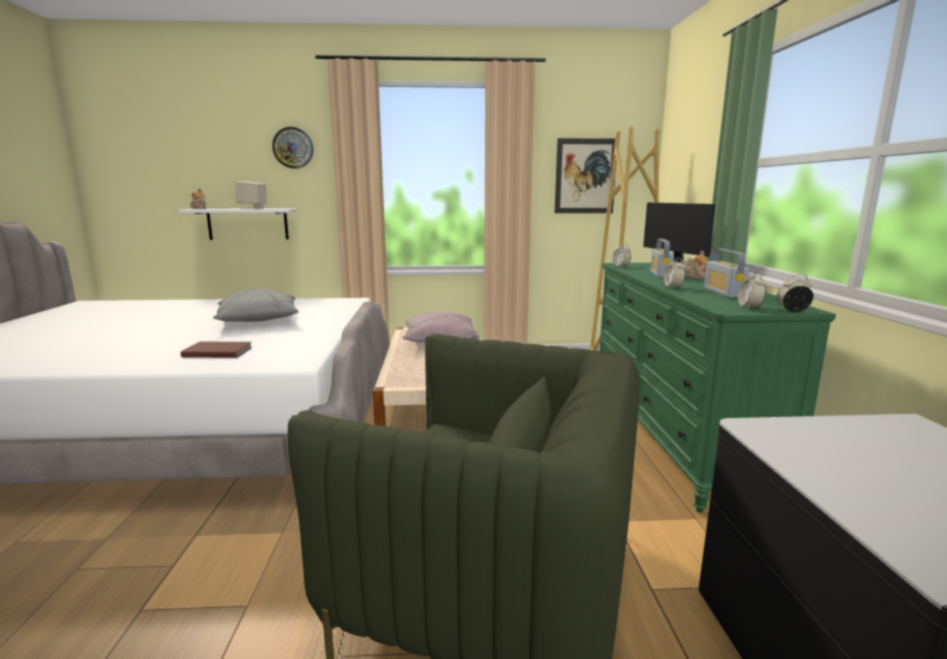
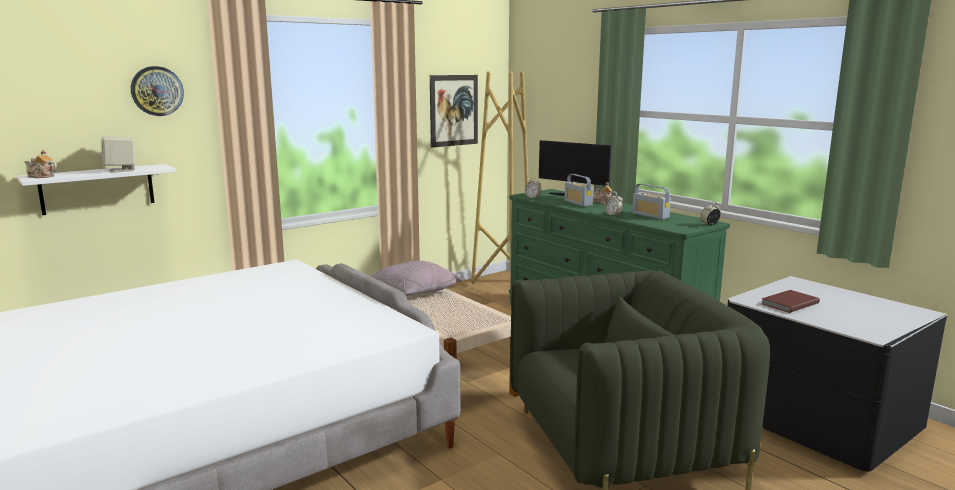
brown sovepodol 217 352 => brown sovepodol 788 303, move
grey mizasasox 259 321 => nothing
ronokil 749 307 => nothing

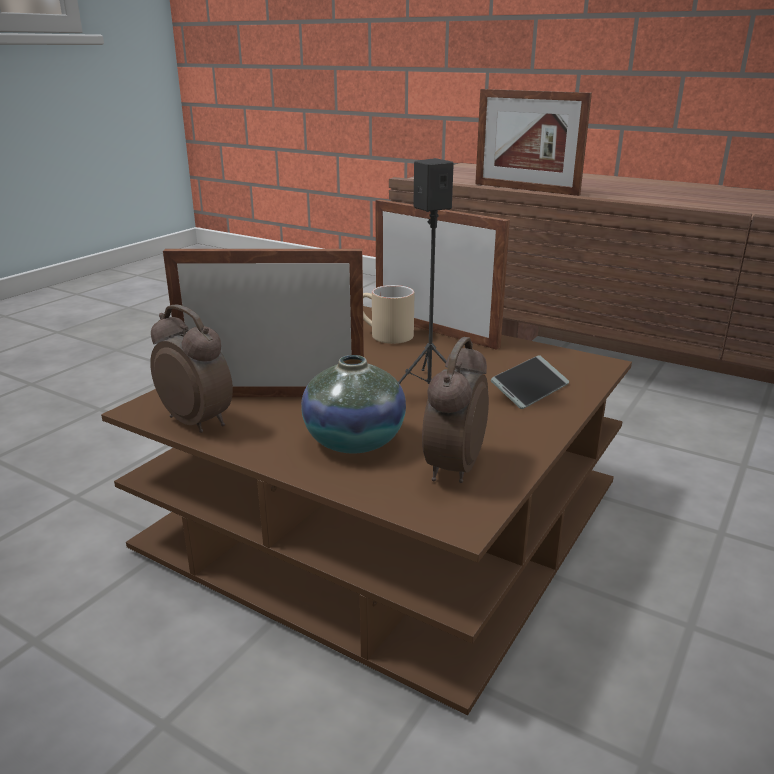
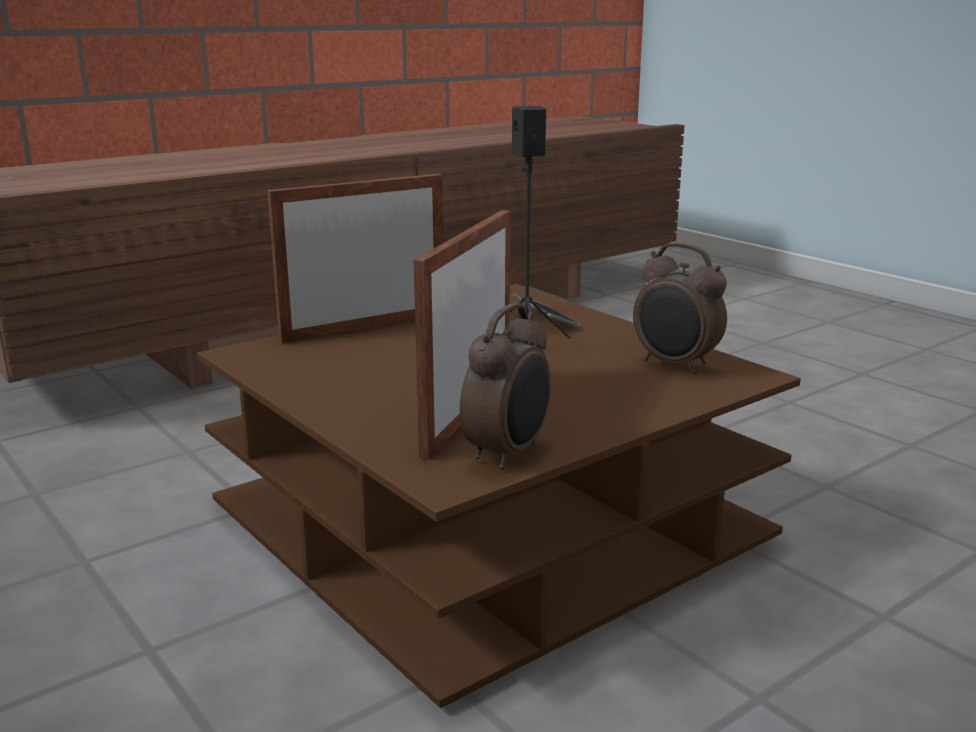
ronokil 198 421 => ronokil 509 454, 150 degrees clockwise
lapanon 354 441 => nothing
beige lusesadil 384 335 => nothing
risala 525 189 => nothing

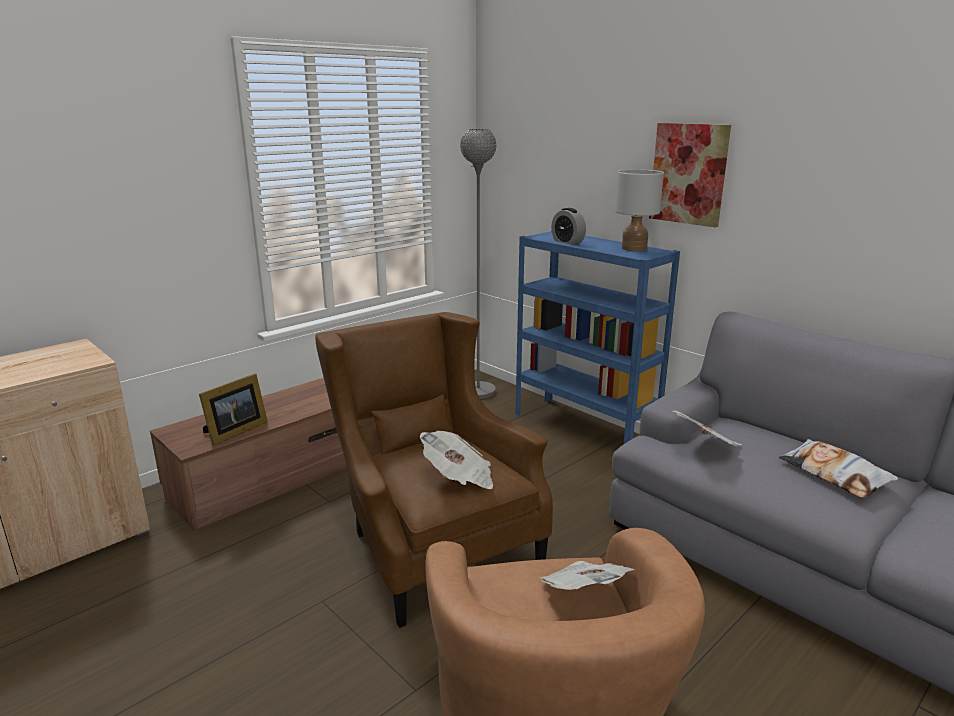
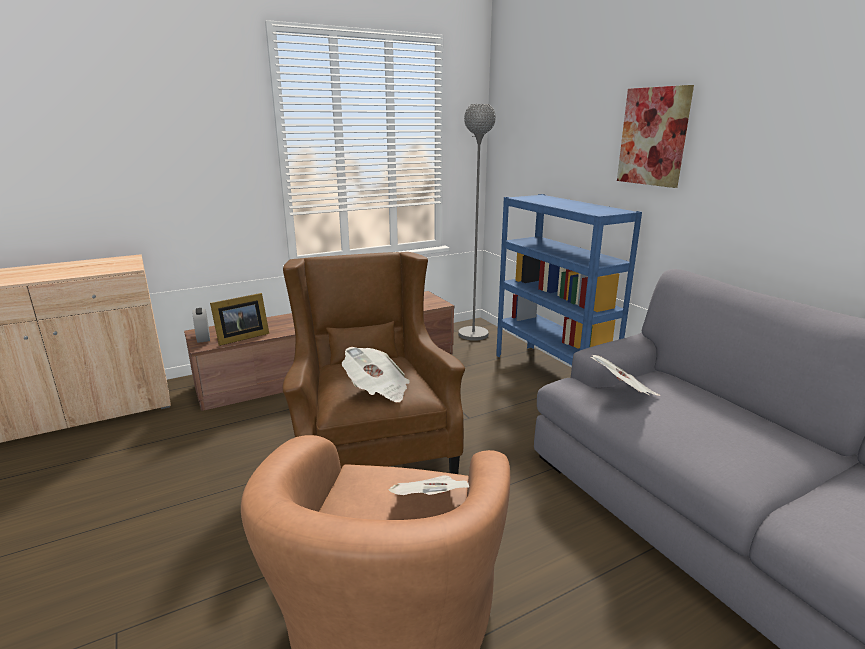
ronokil 567 242 => ronokil 203 338, move
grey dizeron 634 249 => nothing
mizasasox 834 474 => nothing

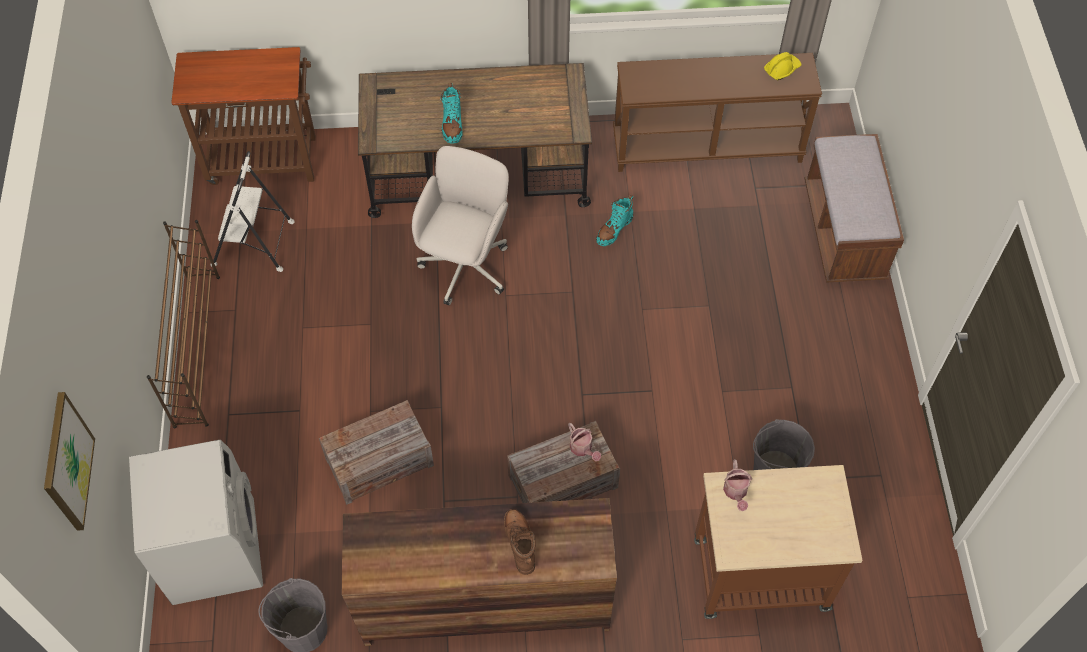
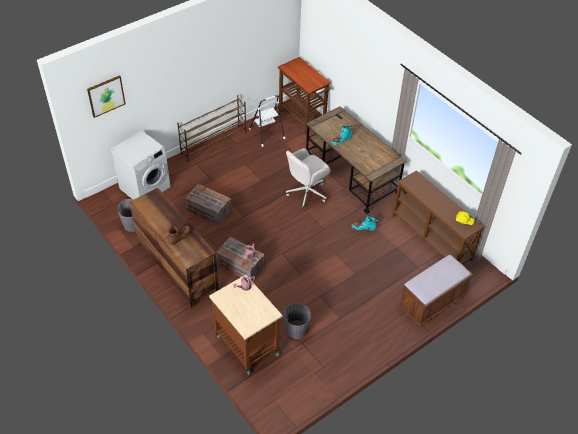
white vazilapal 465 268 => white vazilapal 307 193, 150 degrees clockwise

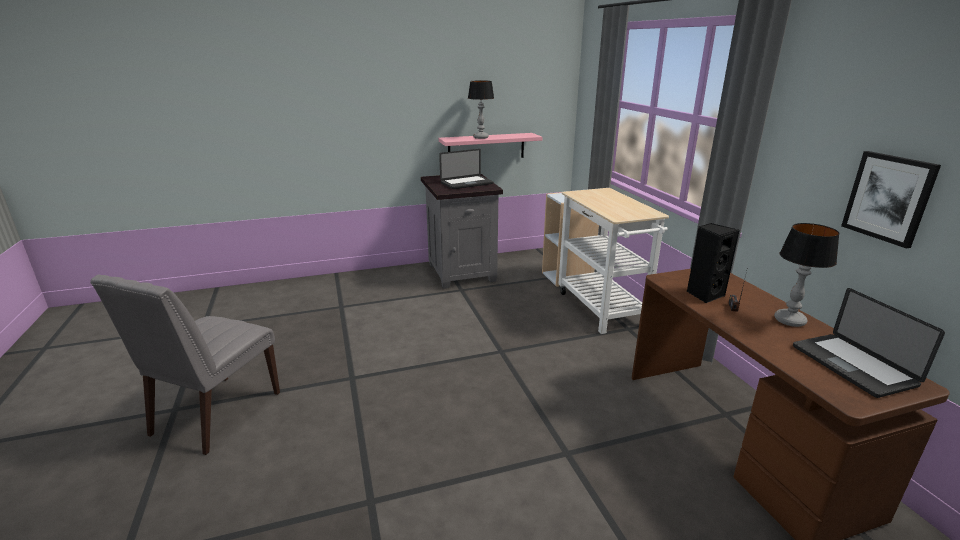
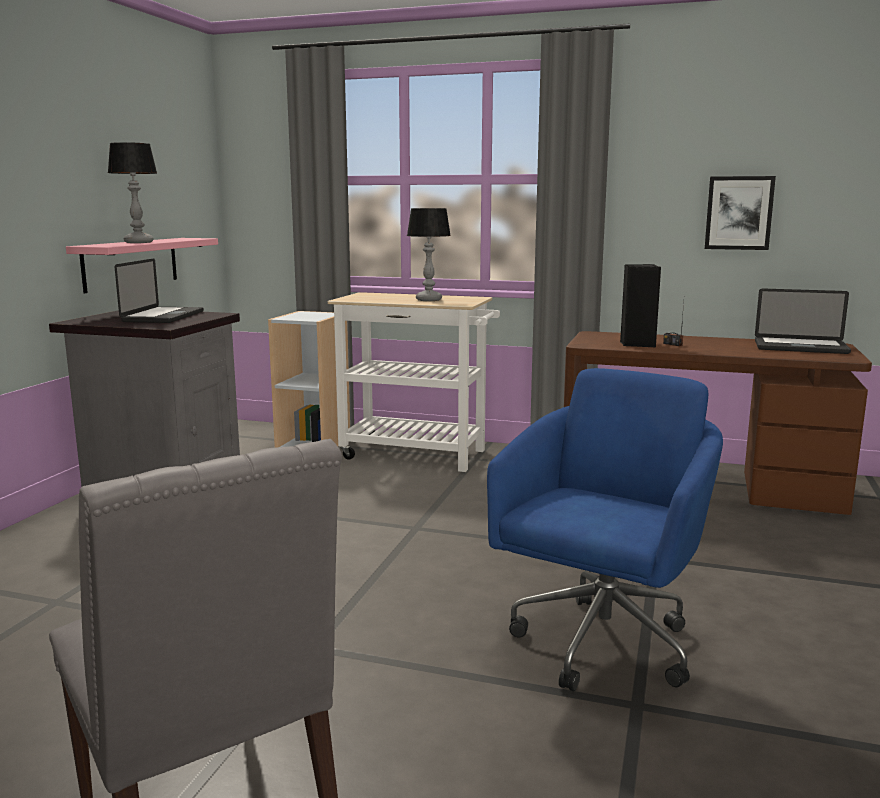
dizeron 789 321 => dizeron 429 300, move
nothing => blue vazilapal 599 650

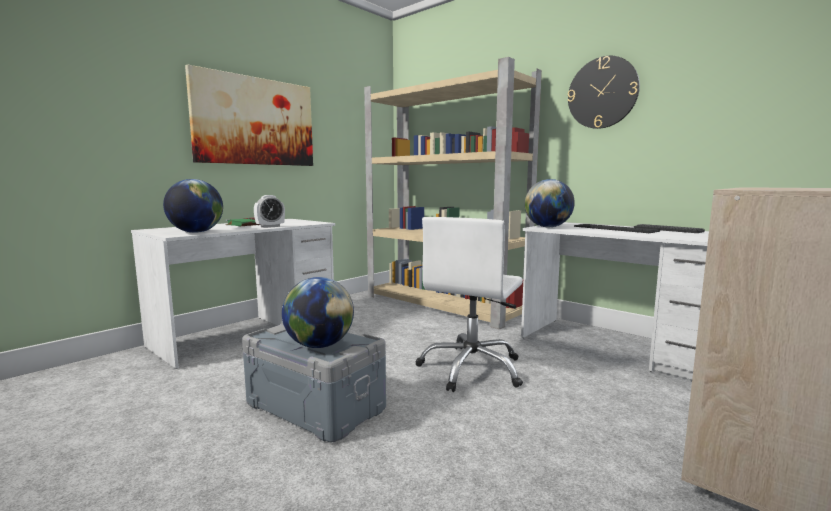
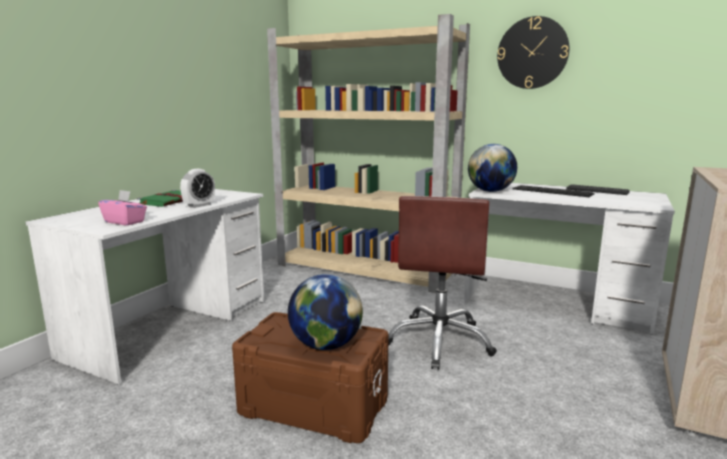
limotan 196 232 => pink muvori 125 222
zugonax 255 121 => nothing
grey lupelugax 316 406 => brown lupelugax 314 405
white vazilapal 472 369 => brown vazilapal 440 341

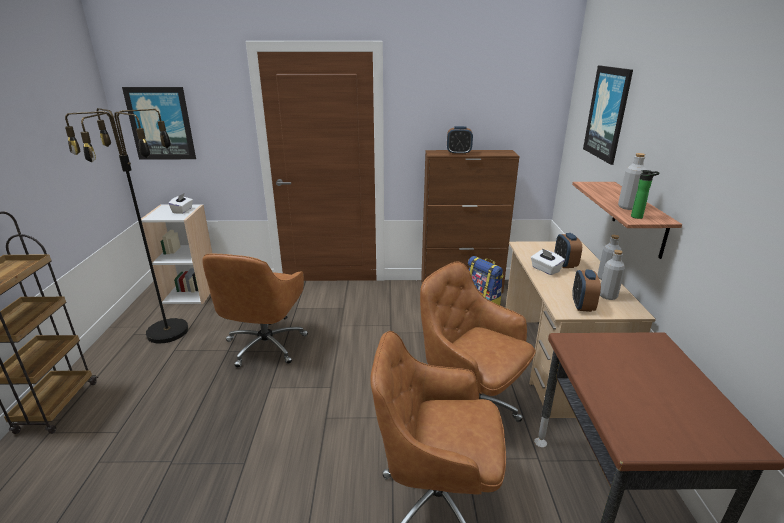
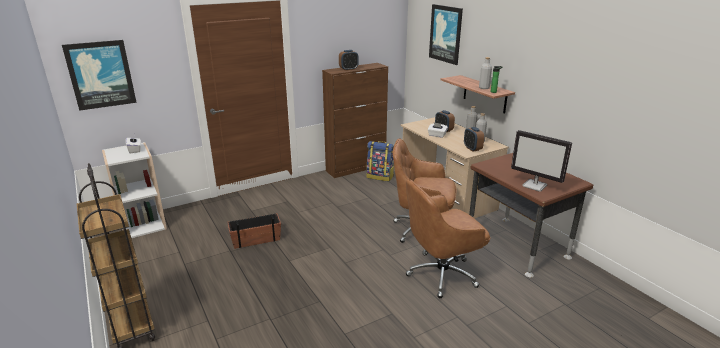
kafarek 167 332 => nothing
brown vazilapal 265 345 => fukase 256 239
nothing => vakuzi 535 186

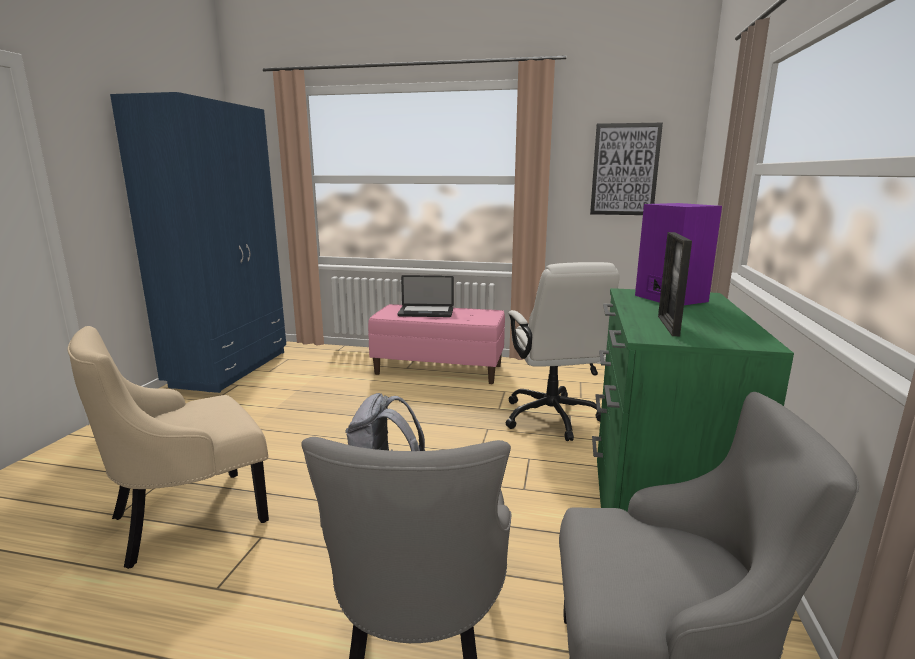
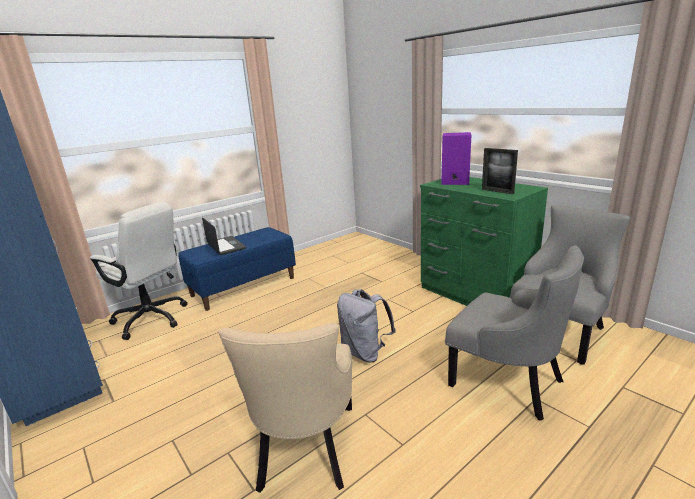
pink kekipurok 439 369 => blue kekipurok 244 286
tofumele 426 312 => tofumele 226 246, 75 degrees counterclockwise
white vazilapal 553 420 => white vazilapal 153 320, move
zugonax 625 170 => nothing

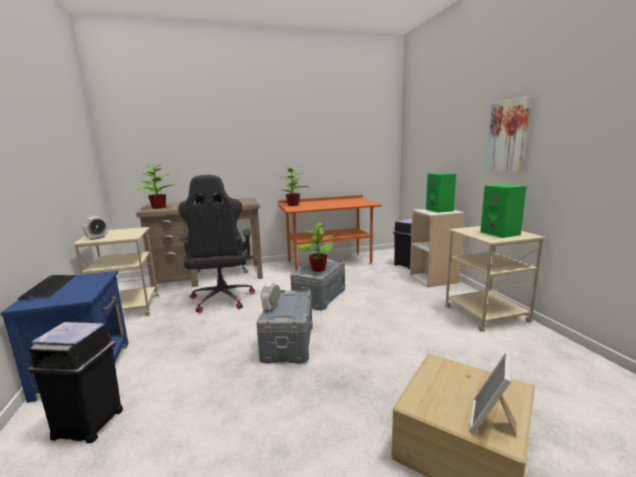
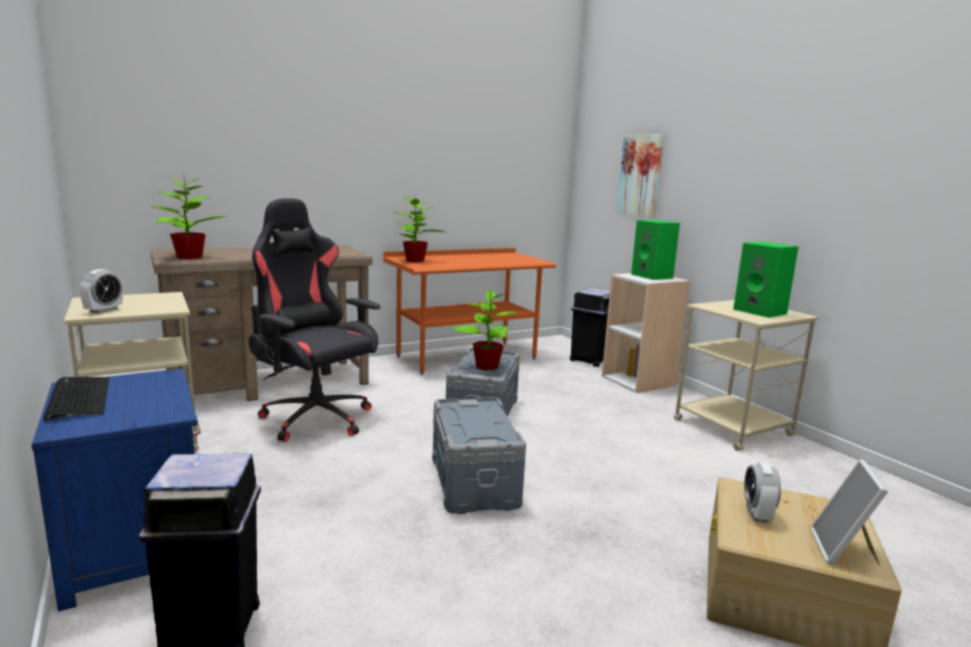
black vazilapal 222 299 => black vazilapal 318 419, 150 degrees clockwise
ronokil 271 307 => ronokil 757 513, move
zugonax 508 136 => zugonax 641 175, move

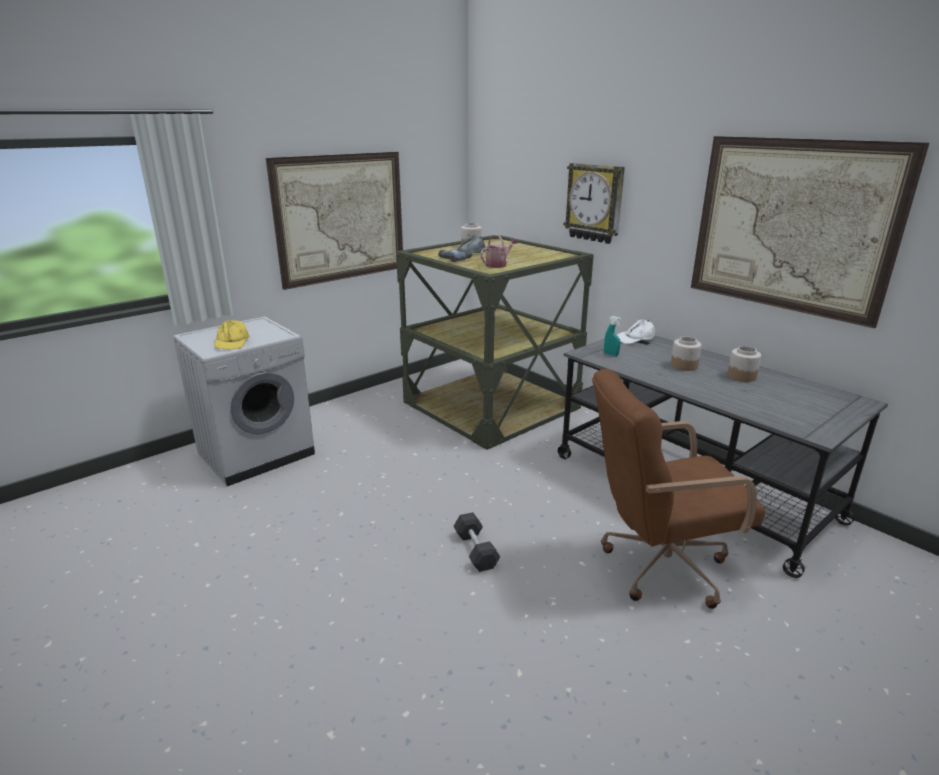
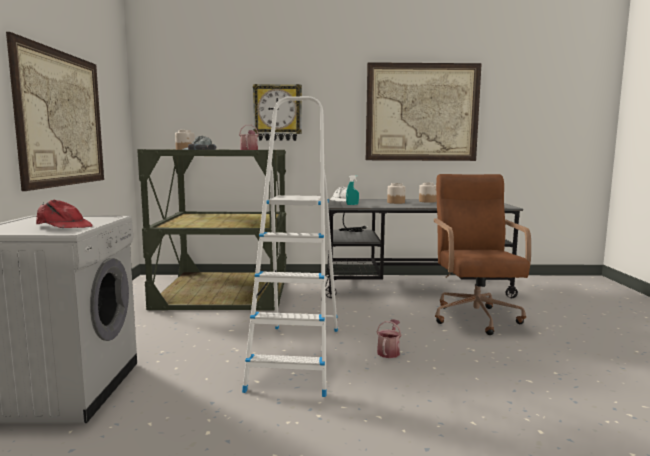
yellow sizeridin 232 342 => red sizeridin 64 226
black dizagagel 476 550 => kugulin 389 351
brown vazilapal 657 569 => brown vazilapal 474 317, 150 degrees clockwise
nothing => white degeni 297 357

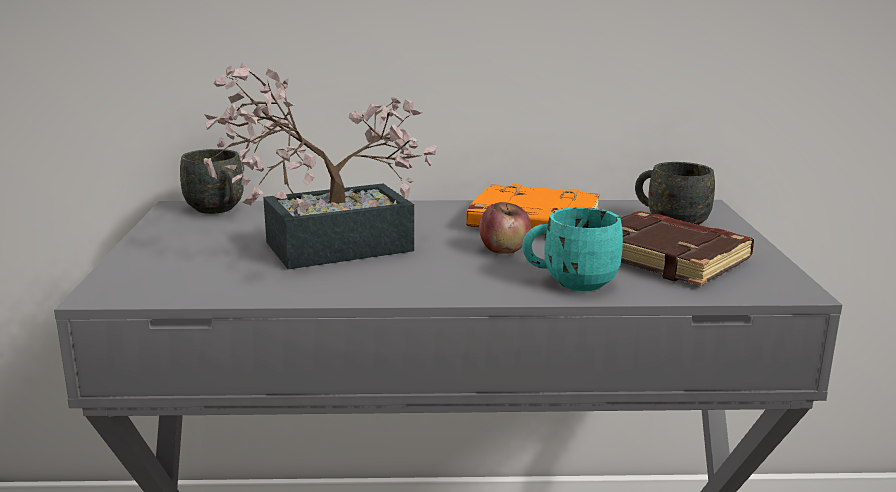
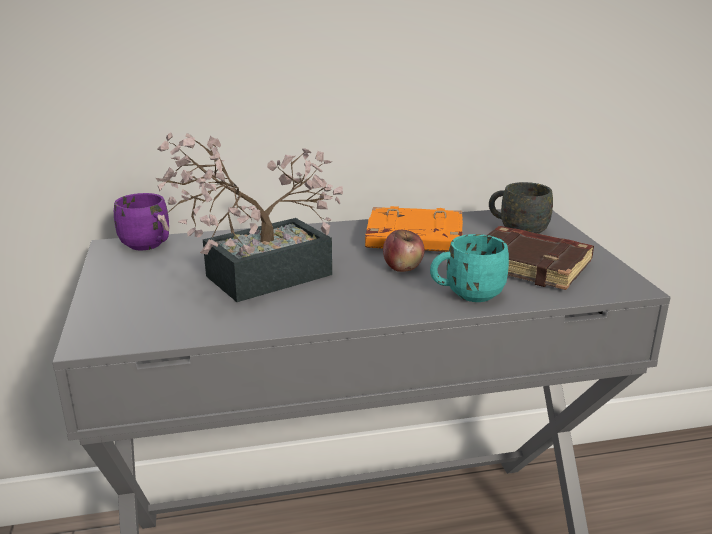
grey lusesadil 218 210 => purple lusesadil 149 246

